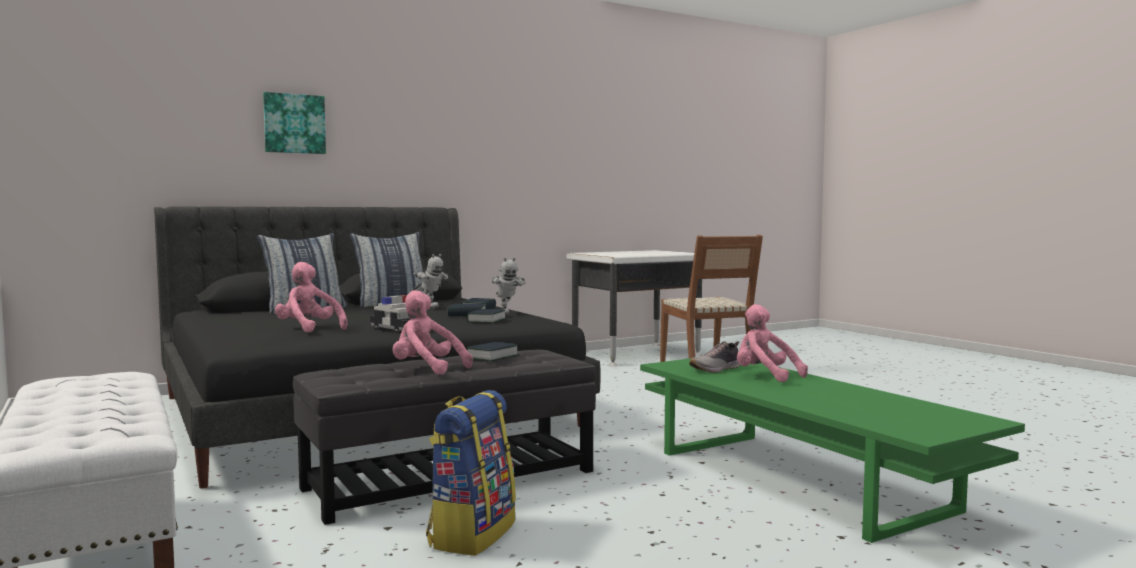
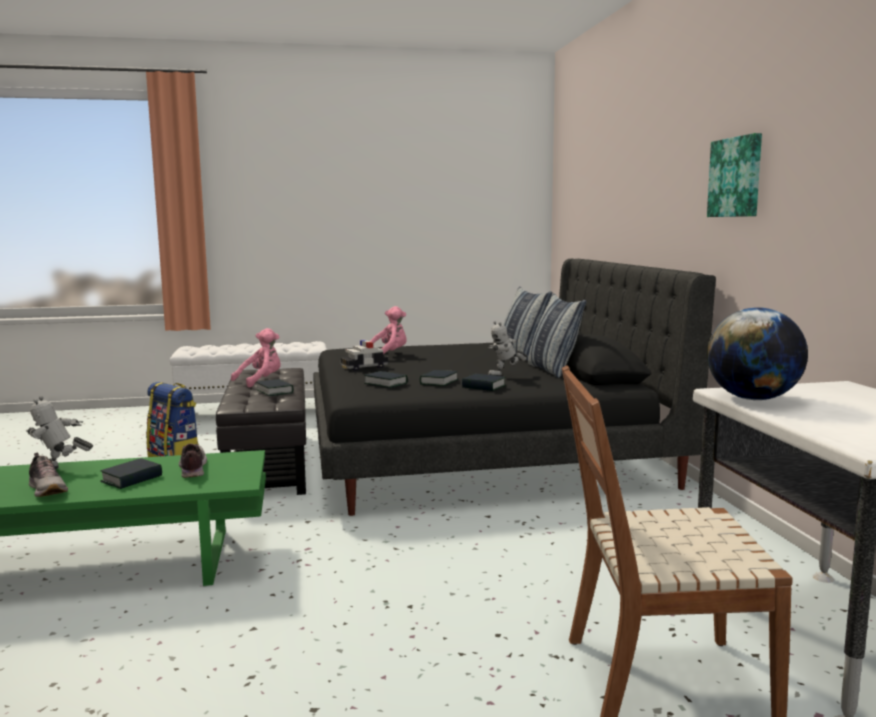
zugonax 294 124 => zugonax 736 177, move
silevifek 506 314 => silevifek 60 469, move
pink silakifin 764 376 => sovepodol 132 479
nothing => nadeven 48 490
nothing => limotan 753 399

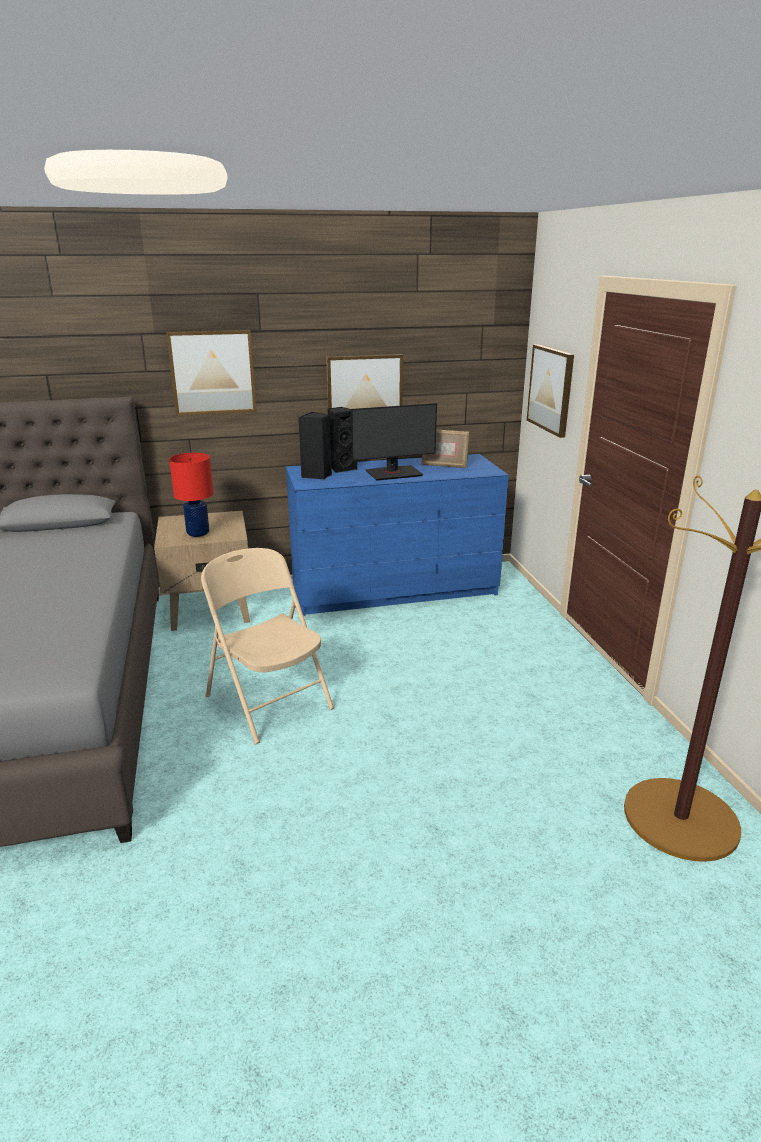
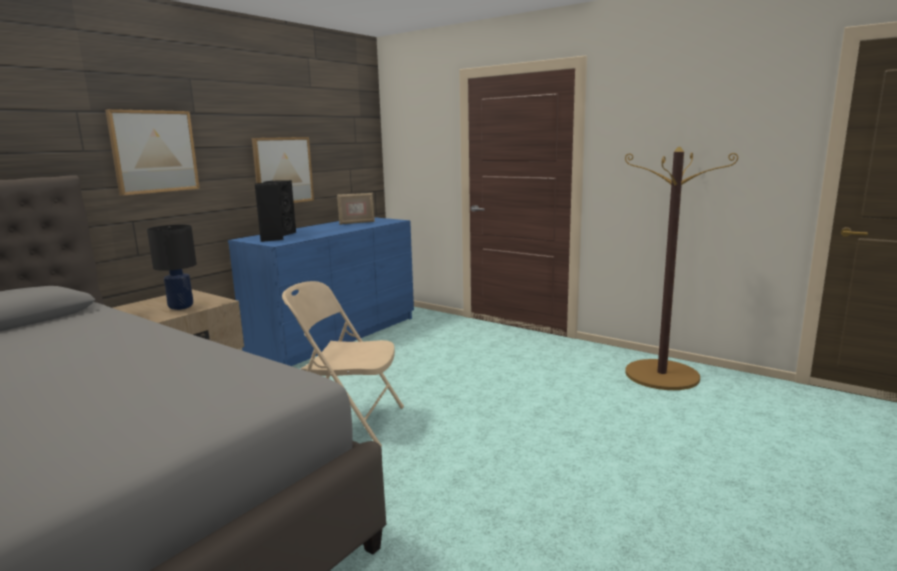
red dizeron 198 534 => black dizeron 181 308
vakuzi 393 473 => nothing
zugonax 551 389 => nothing

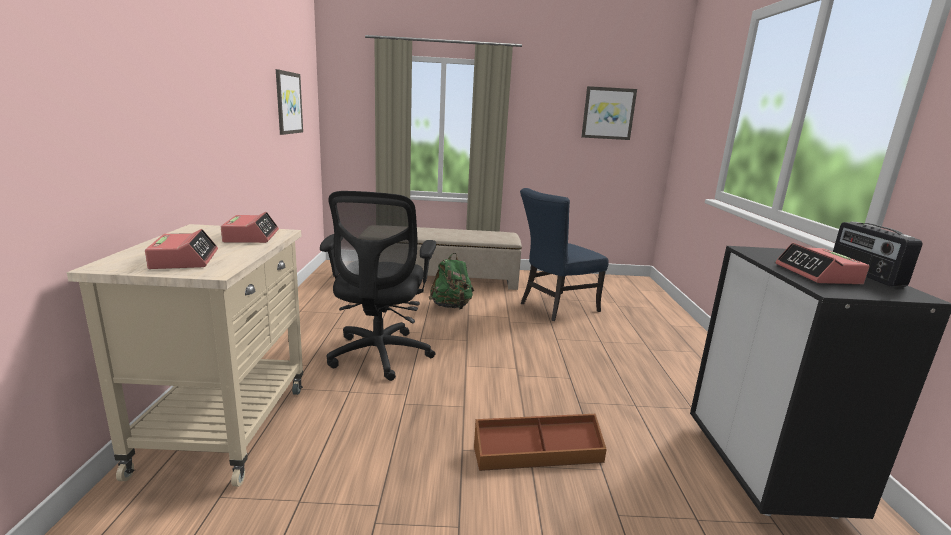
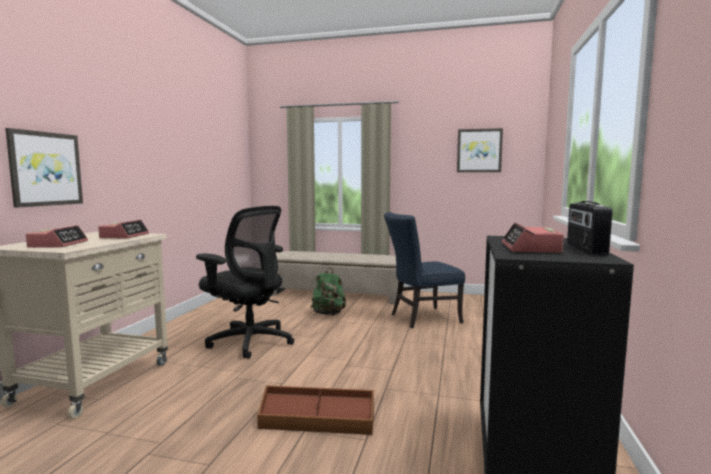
zugonax 288 103 => zugonax 45 169, move
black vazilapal 380 350 => black vazilapal 246 341, 75 degrees counterclockwise

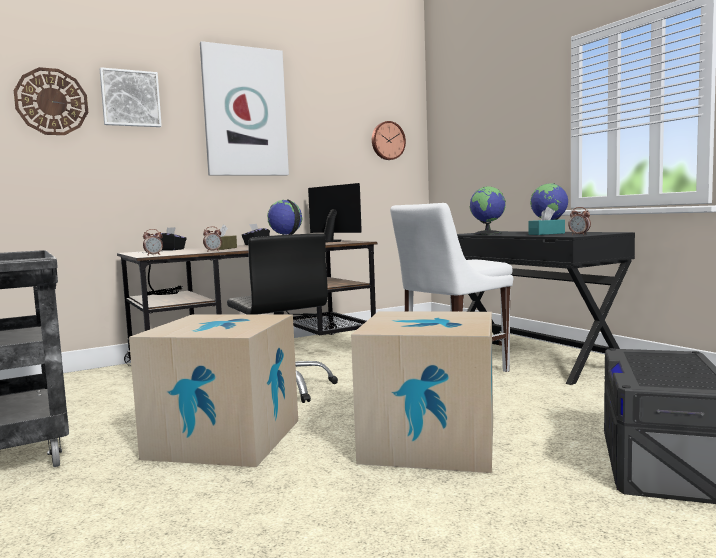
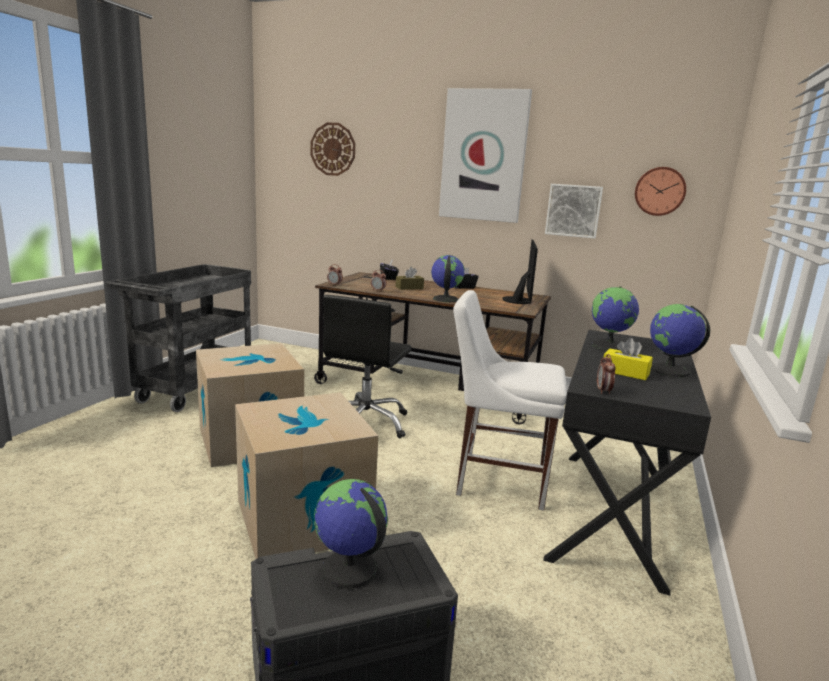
zugonax 130 98 => zugonax 573 210, move
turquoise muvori 546 234 => yellow muvori 625 372
nothing => limotan 348 569

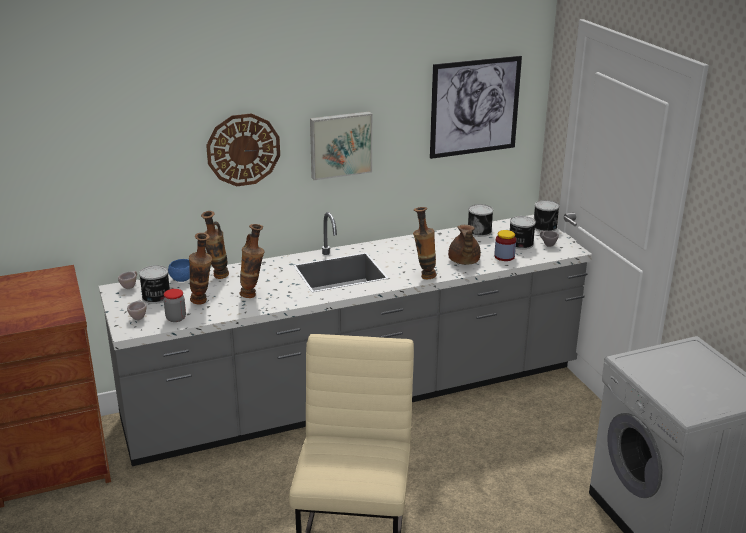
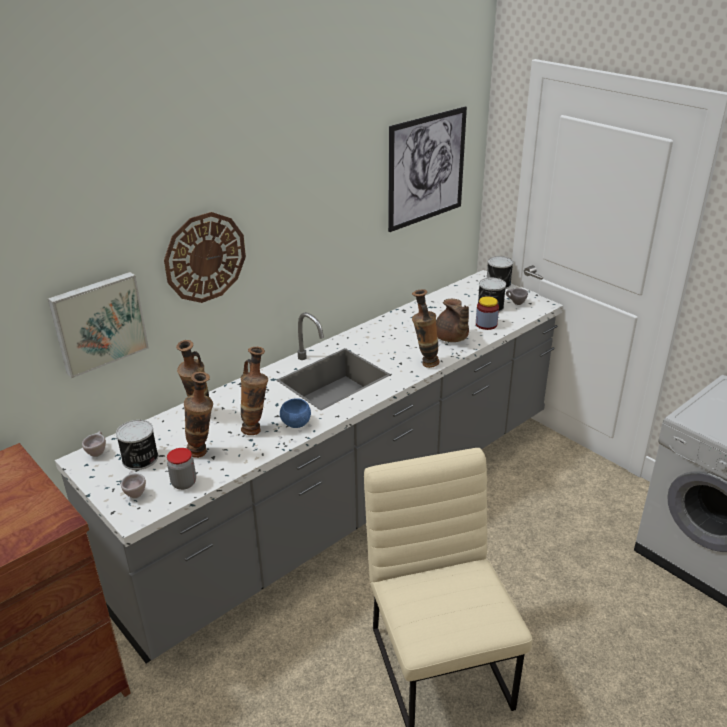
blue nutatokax 182 279 => blue nutatokax 296 424, move
zugonax 340 144 => zugonax 98 322, move
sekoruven 479 231 => nothing

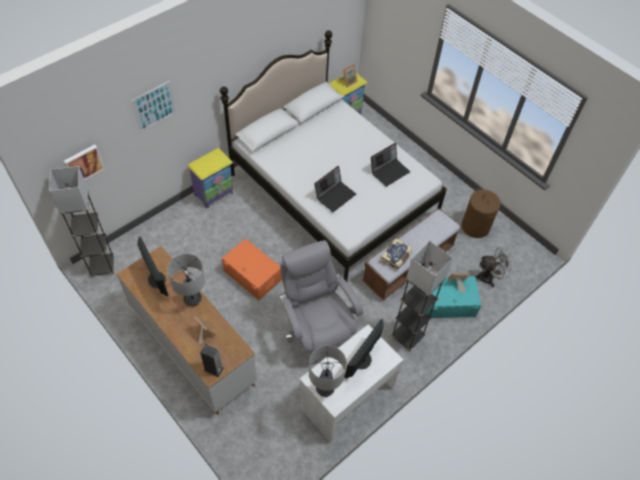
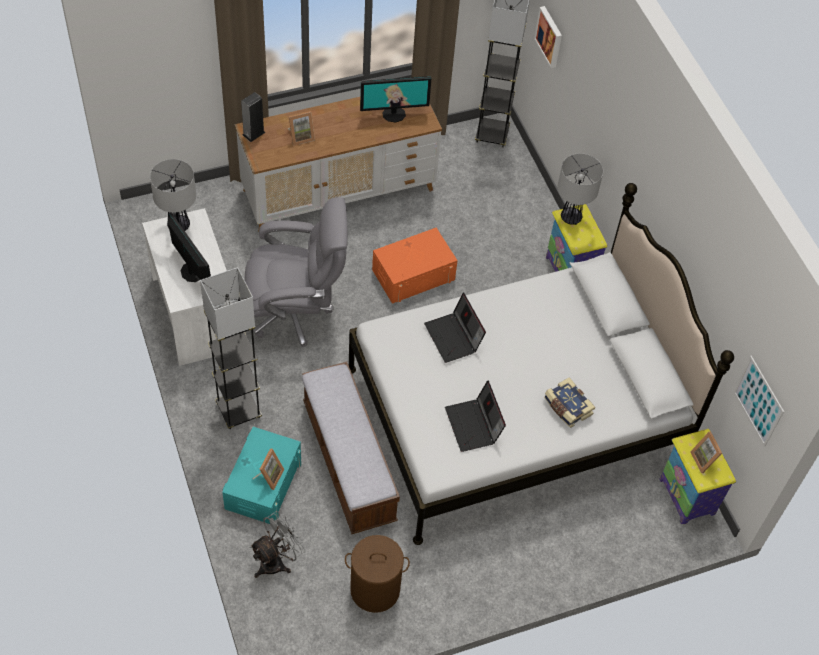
zugonax 154 106 => zugonax 758 401, move
dizeron 192 300 => dizeron 571 217, move
sovepodol 396 257 => sovepodol 567 407, move
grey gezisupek 489 277 => grey gezisupek 276 561, 150 degrees counterclockwise

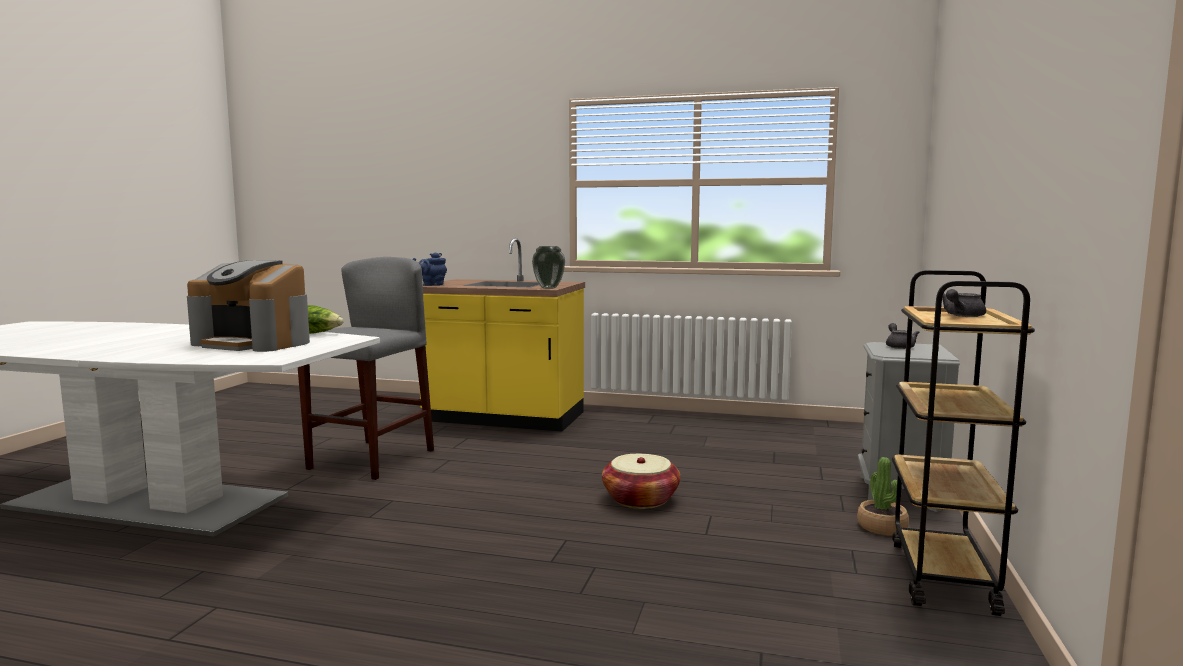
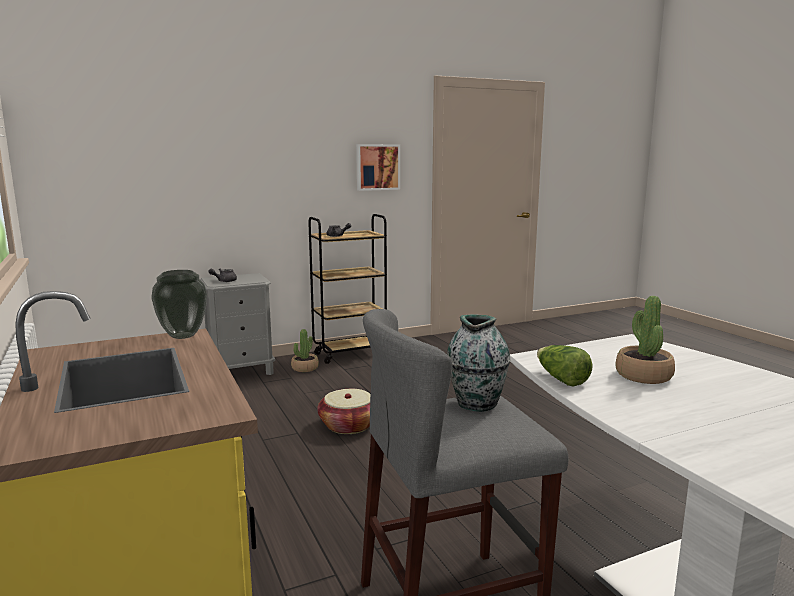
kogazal 254 343 => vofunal 643 375
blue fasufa 431 285 => nothing
nothing => zugonax 377 167
nothing => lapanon 477 403

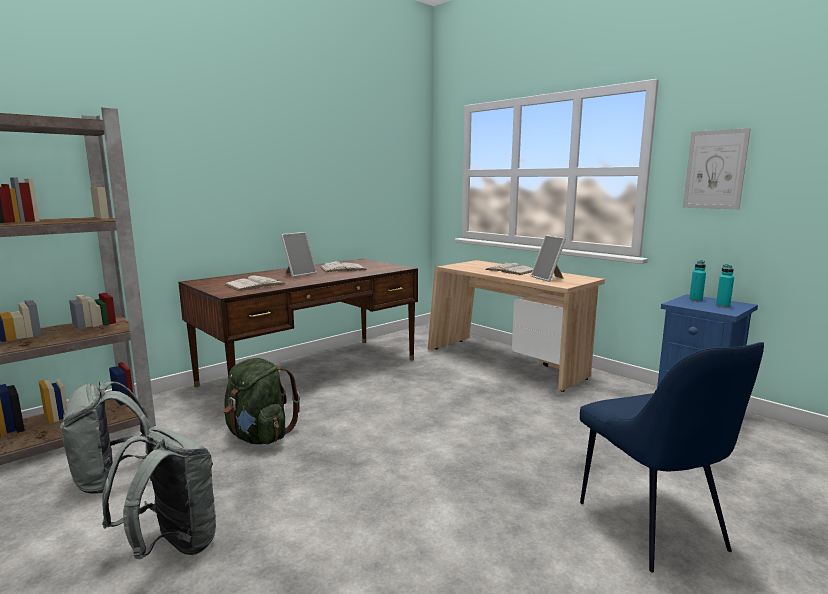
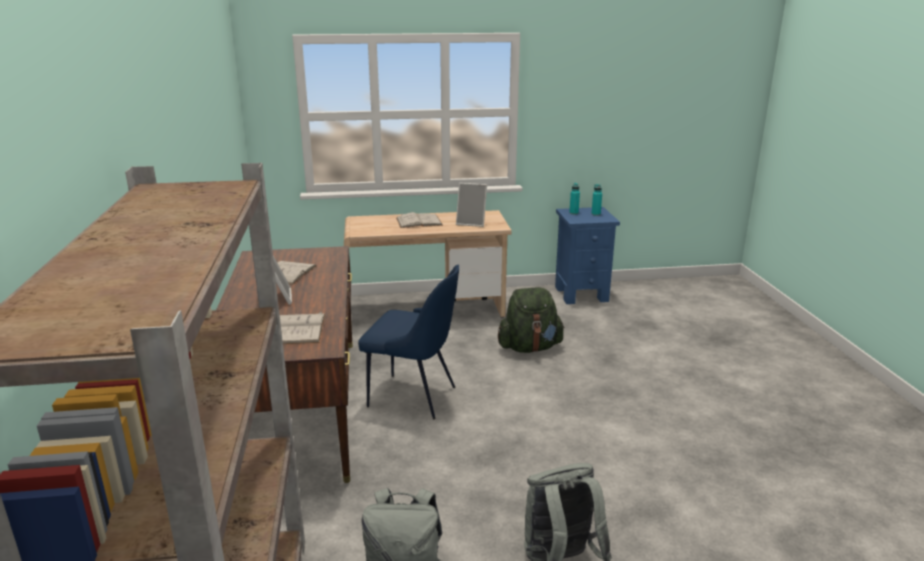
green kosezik 259 436 => green kosezik 529 347, move
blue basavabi 652 526 => blue basavabi 413 396, move
zugonax 715 169 => nothing

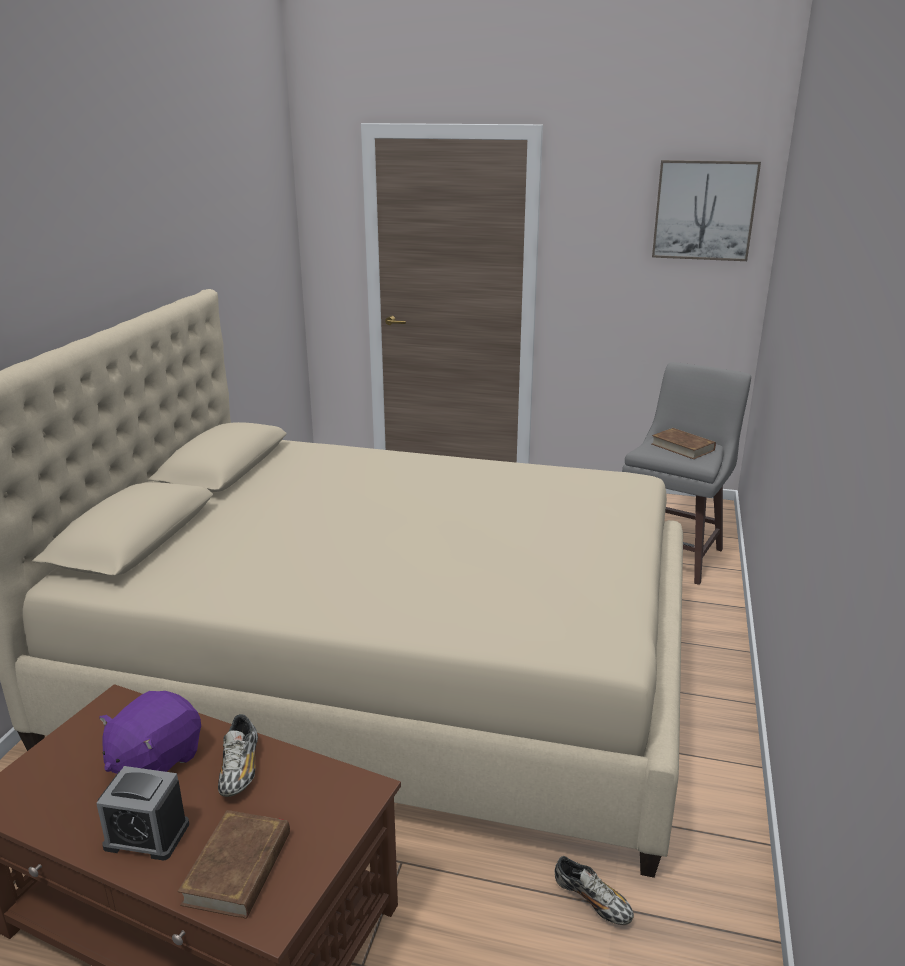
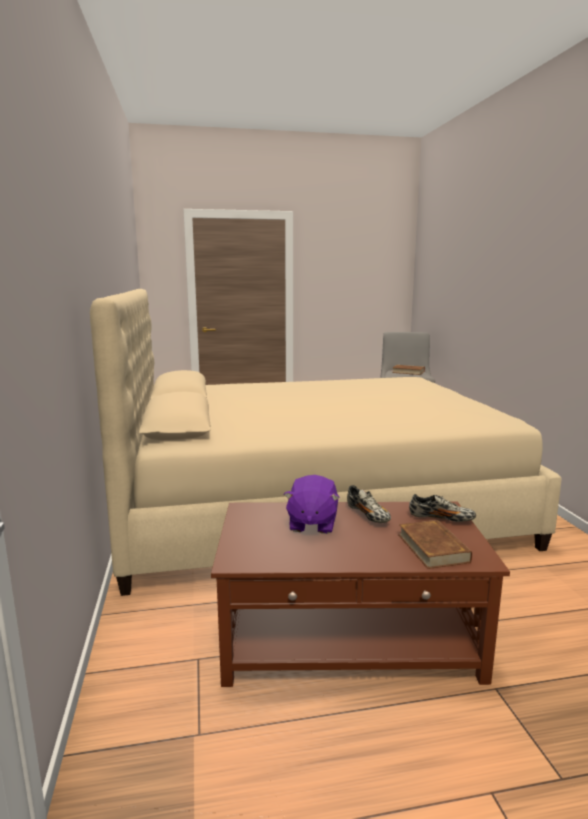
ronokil 147 835 => nothing
nadeven 592 901 => nadeven 441 519, move
zugonax 704 210 => nothing

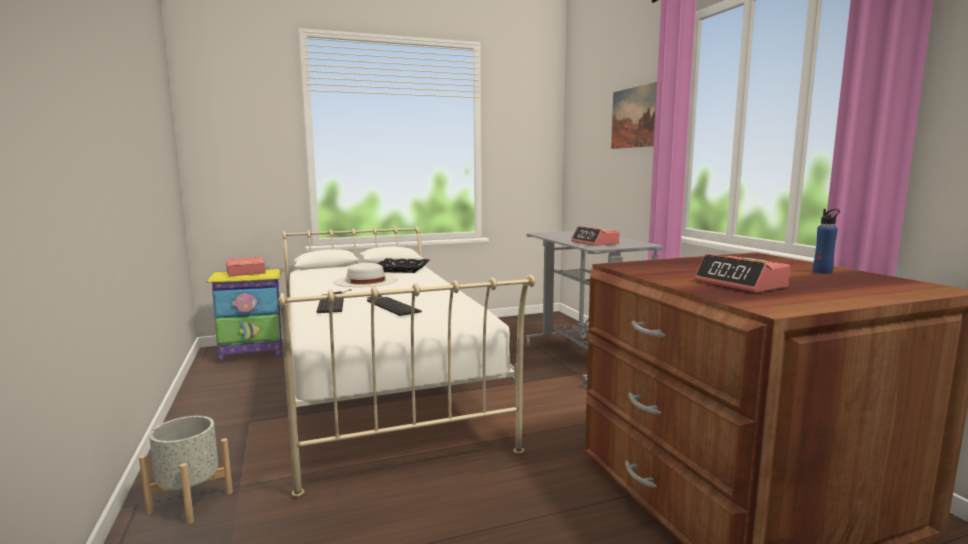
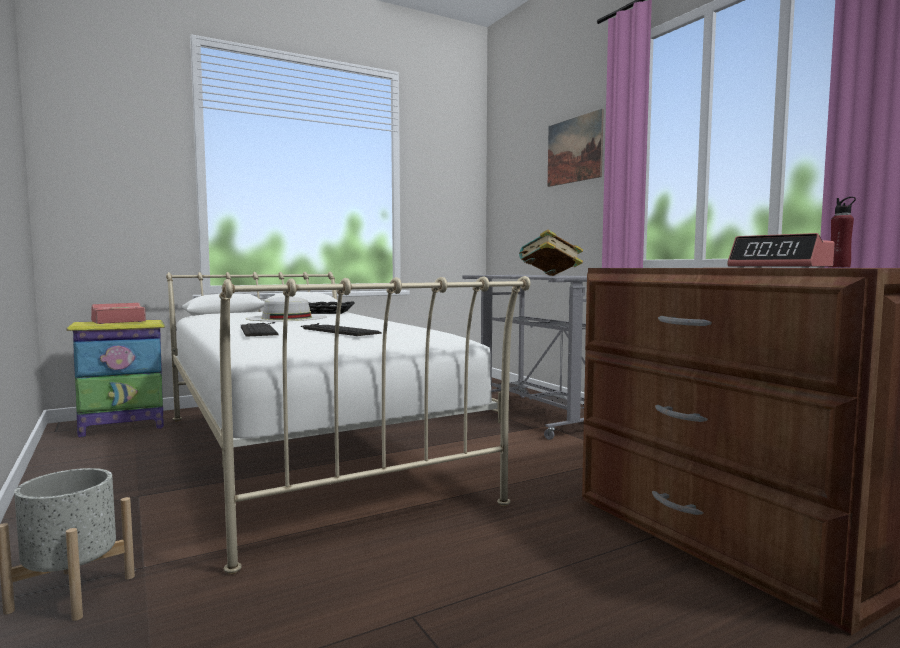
ronokil 595 243 => sovepodol 549 276
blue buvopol 822 272 => red buvopol 839 267

